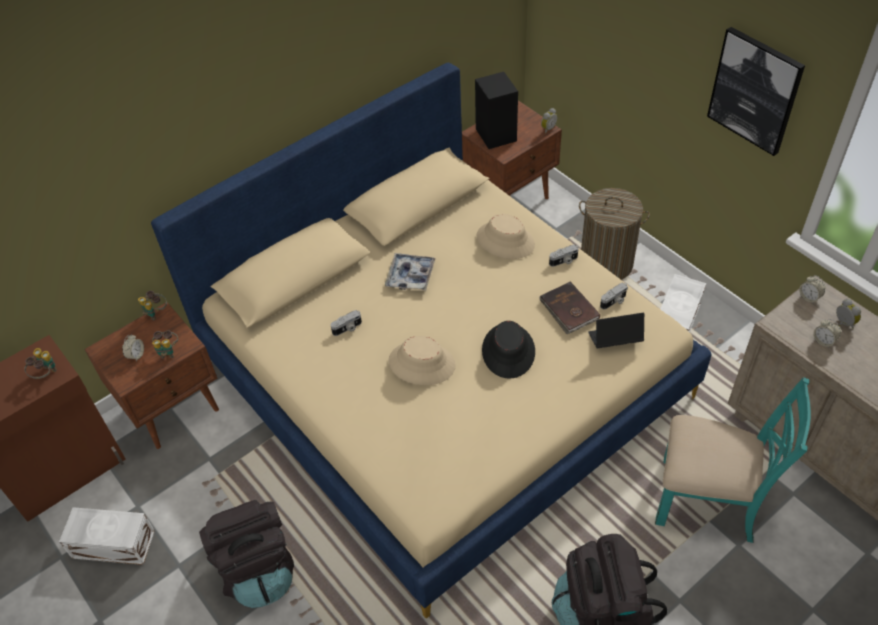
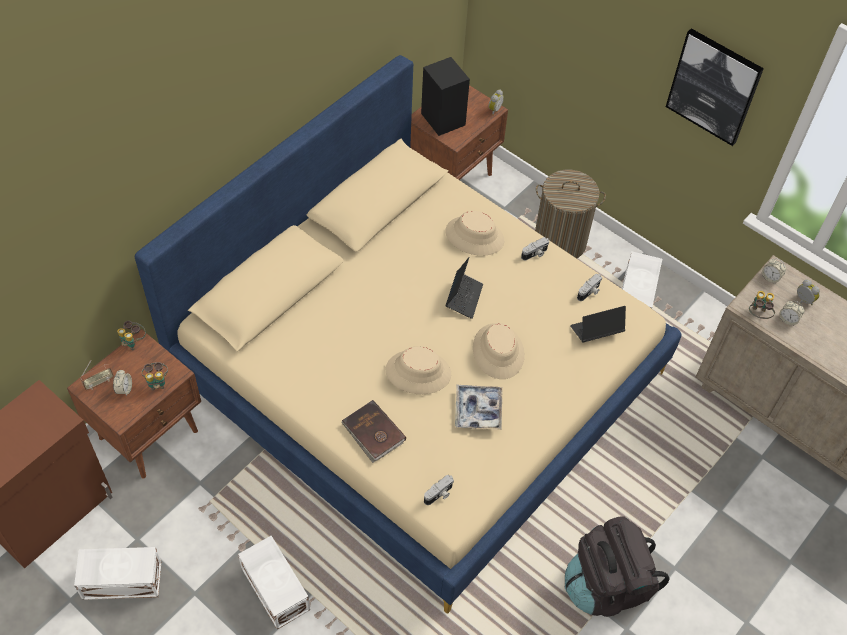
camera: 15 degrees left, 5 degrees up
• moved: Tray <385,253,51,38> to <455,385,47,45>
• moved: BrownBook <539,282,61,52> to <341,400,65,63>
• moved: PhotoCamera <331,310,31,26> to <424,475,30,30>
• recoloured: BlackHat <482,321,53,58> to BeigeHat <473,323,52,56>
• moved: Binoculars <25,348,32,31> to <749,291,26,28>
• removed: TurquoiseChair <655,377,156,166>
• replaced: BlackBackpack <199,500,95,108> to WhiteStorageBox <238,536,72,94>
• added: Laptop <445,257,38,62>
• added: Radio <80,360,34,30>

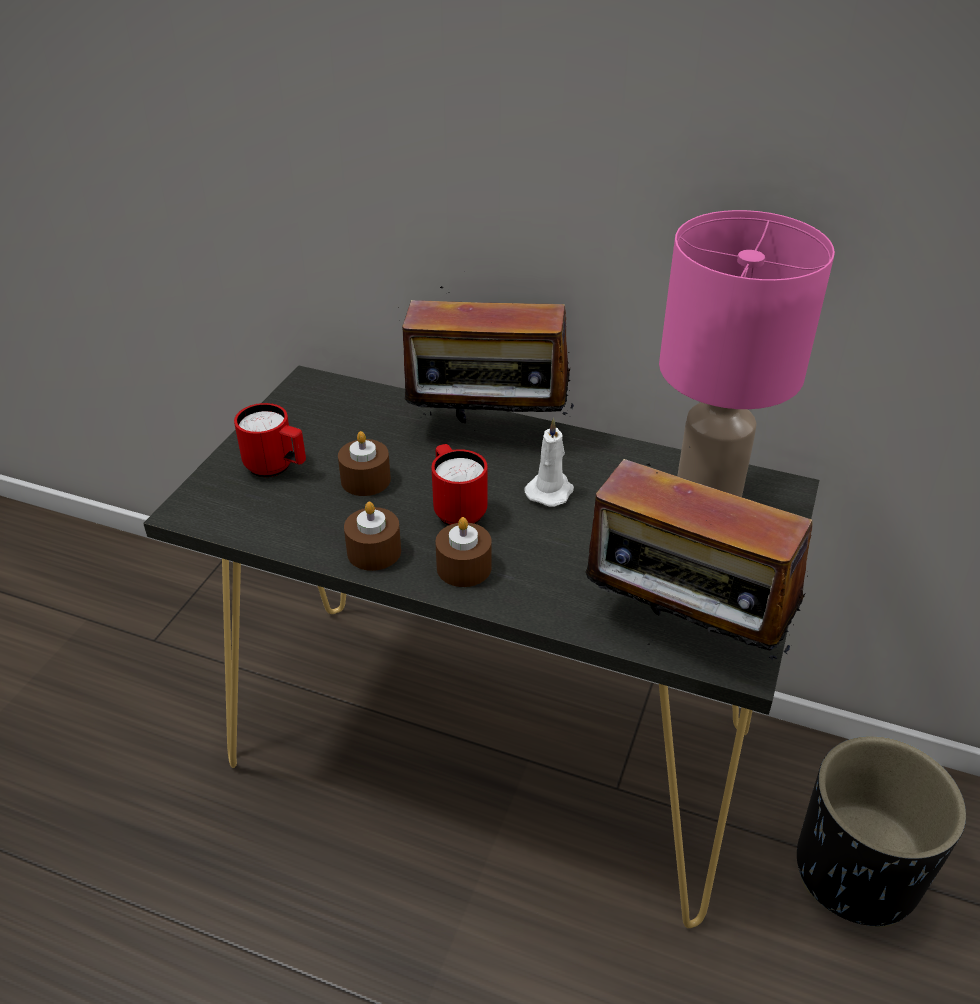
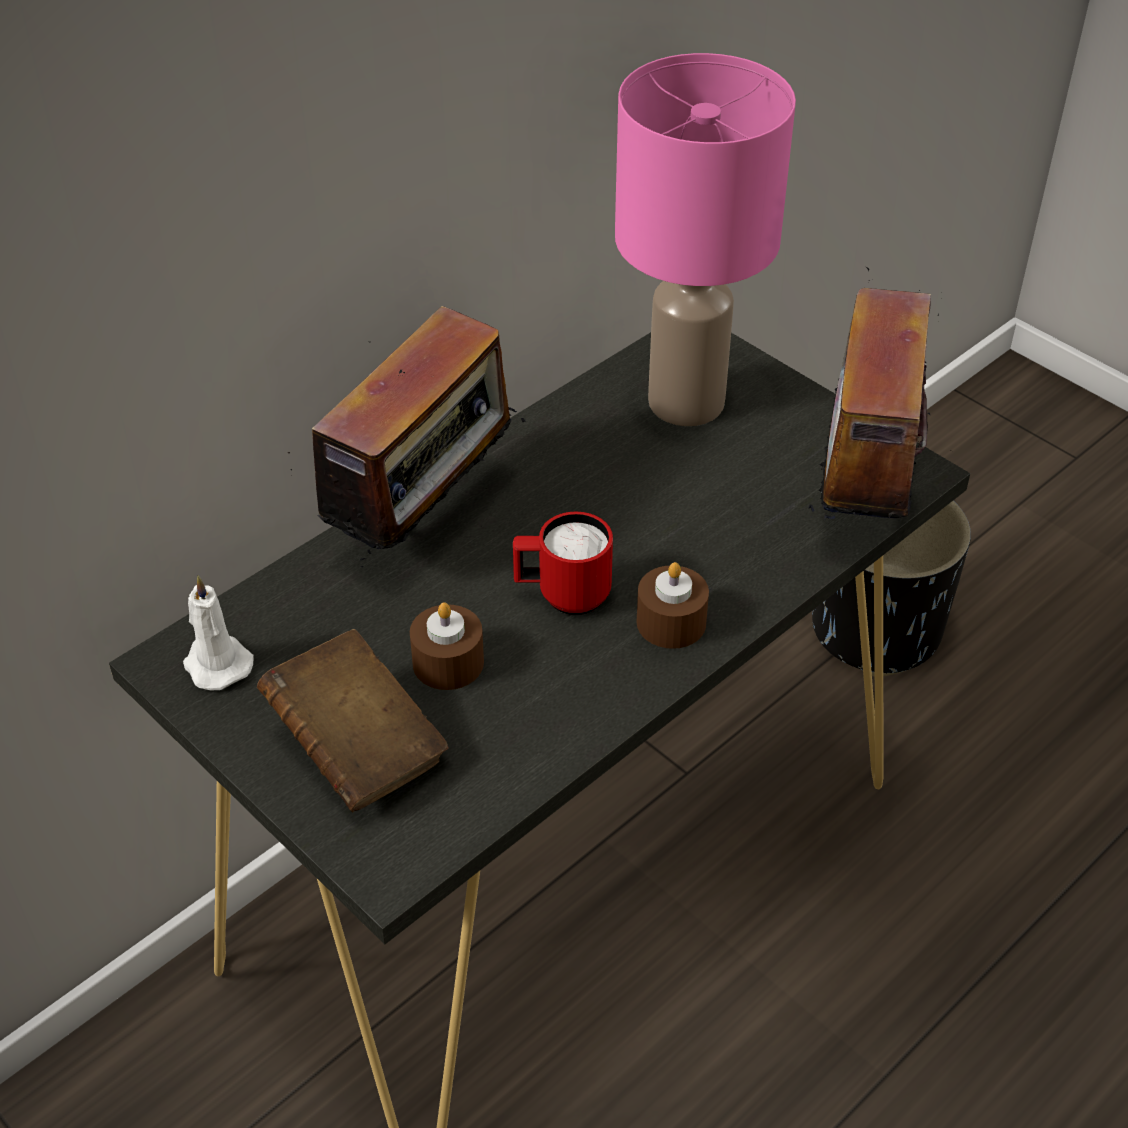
camera: 65 degrees left, 5 degrees up
• replaced: RedMug <234,403,72,74> to BrownBook <257,629,192,183>
• moved: WhiteCandle <524,418,50,89> to <183,575,71,116>
• turned: Radio <586,447,226,216> = <783,266,159,254> 135 degrees clockwise
• removed: BrownCandle <344,502,57,69>

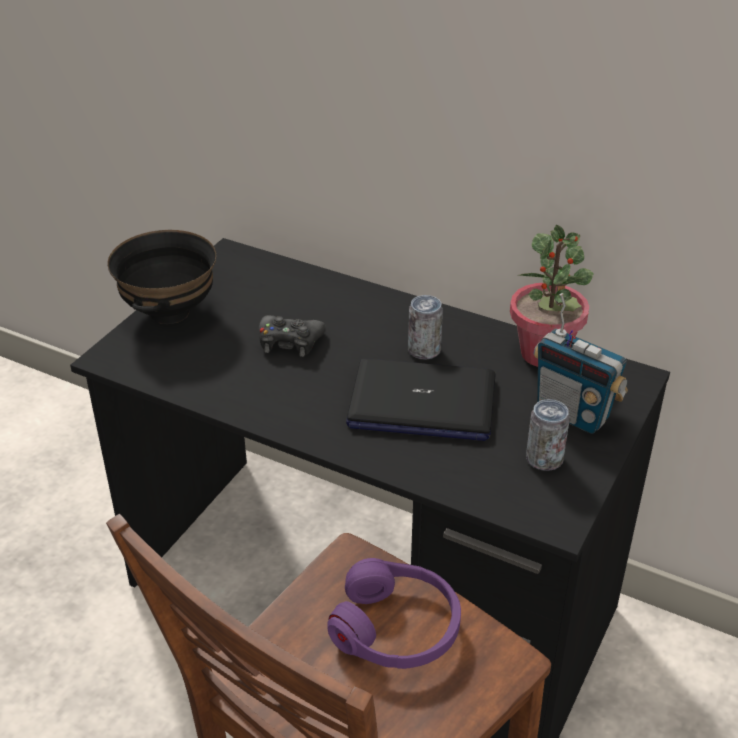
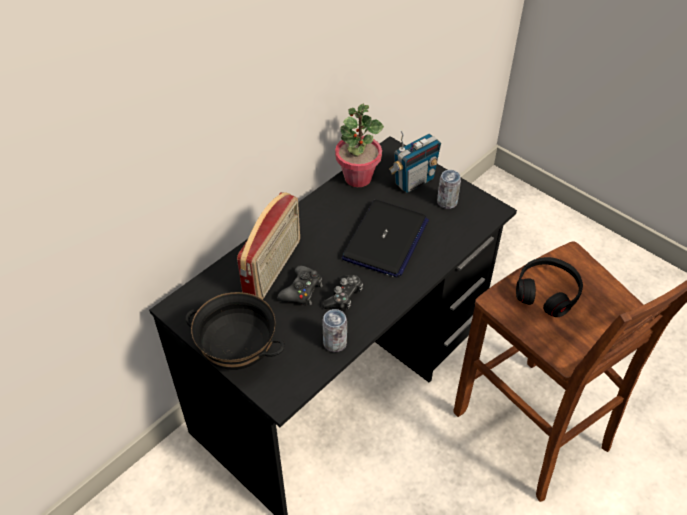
camera: 75 degrees left, 10 degrees up
• moved: Can <408,295,35,65> to <322,309,25,43>
• recoloured: PurpleHeadphones <327,558,134,111> to BlackHeadphones <516,257,67,60>
• added: Radio <237,192,63,107>
• added: GameController <322,275,41,35>

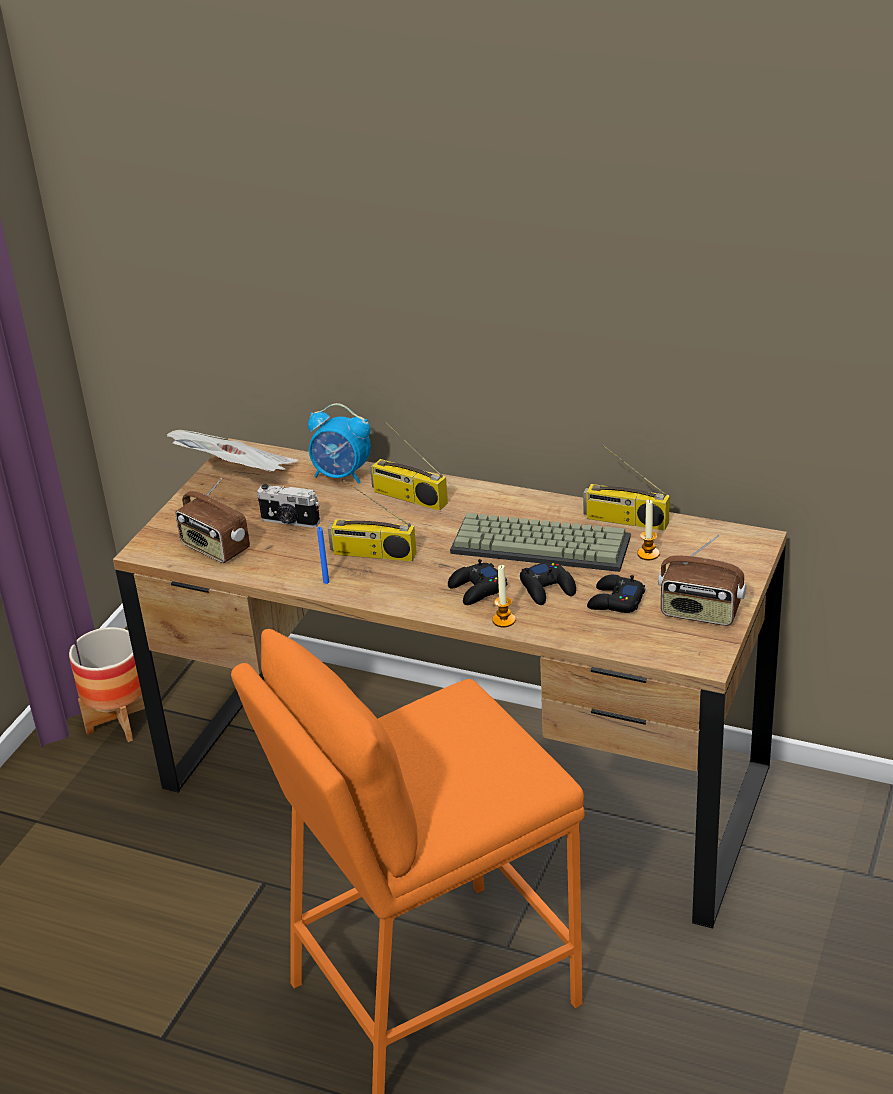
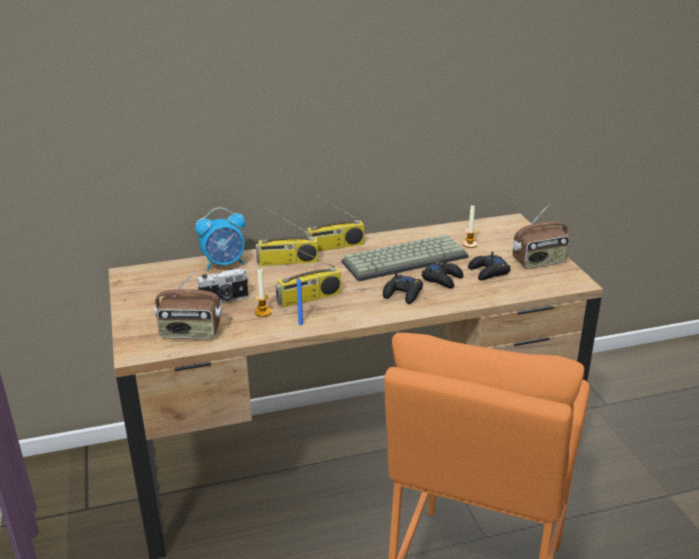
camera: 40 degrees left, 5 degrees down
• removed: Newspaper <167,430,131,42>
• moved: Radio <583,445,87,86> to <305,195,59,57>
• moved: Candle <492,565,23,63> to <255,268,17,49>
• removed: Planter <69,627,76,115>

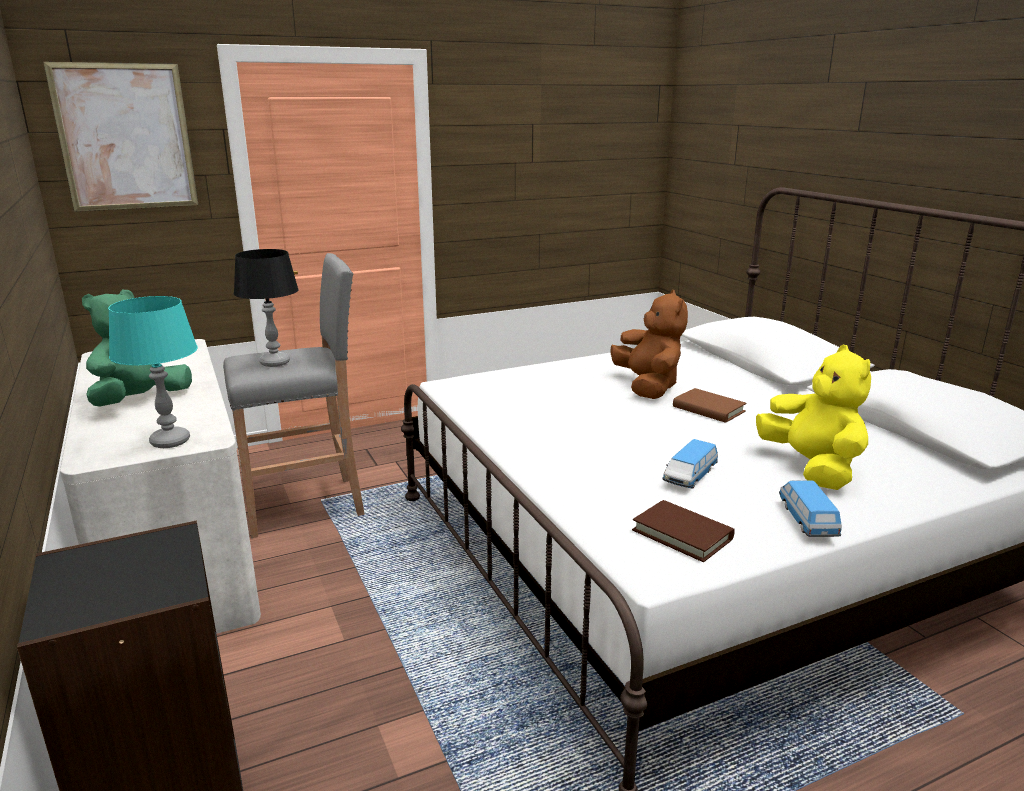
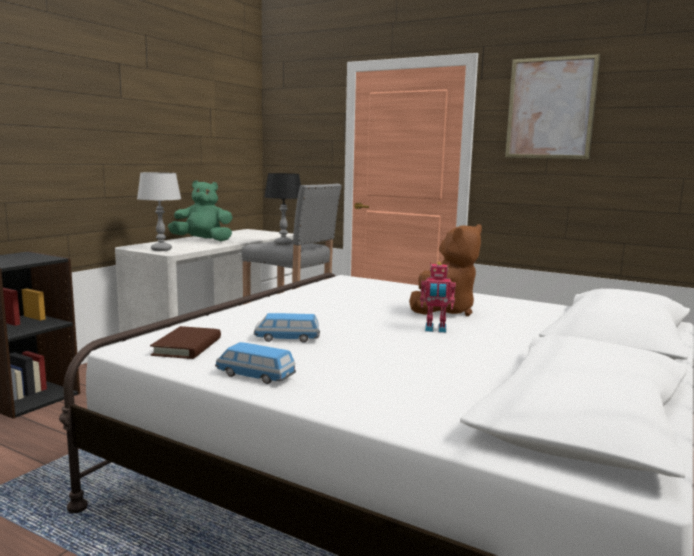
camera: 55 degrees right, 10 degrees down
• moved: Picture <43,62,155,150> to <505,54,95,105>
• recoloured: TurquoiseTableLamp <108,296,90,152> to GreyTableLamp <137,172,44,79>
• removed: YellowPlushToy <756,345,115,145>
• replaced: BrownBook <673,388,74,35> to ToyRobot <420,262,36,71>
• turned: ToyCar <779,480,63,57> = <215,342,81,42> 120 degrees counterclockwise

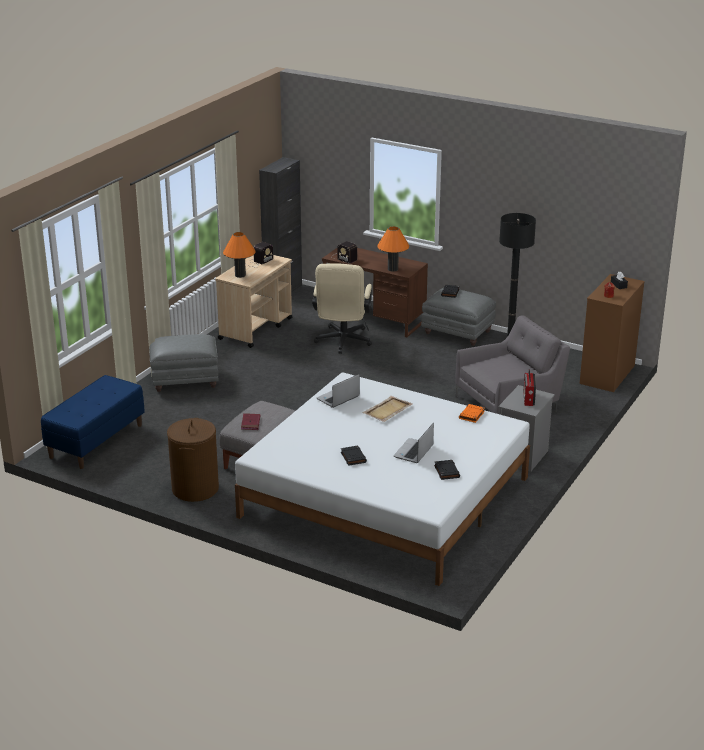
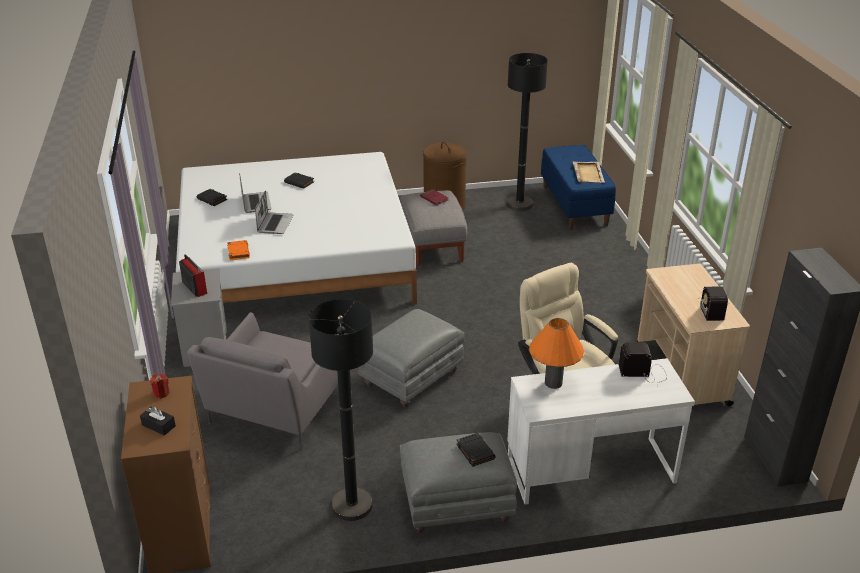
camera: 140 degrees right, 5 degrees up
• removed: OrangeTableLamp <223,232,33,46>
• recoloured: BrownDesk <322,248,106,89> to WhiteDesk <507,358,188,147>
• moved: GreyOttoman <149,334,69,58> to <358,309,107,98>
• moved: Laptop <317,374,43,34> to <255,190,38,44>
• moved: BeigeTray <362,396,51,26> to <573,162,32,21>
• added: BlackFloorLamp <507,53,41,158>

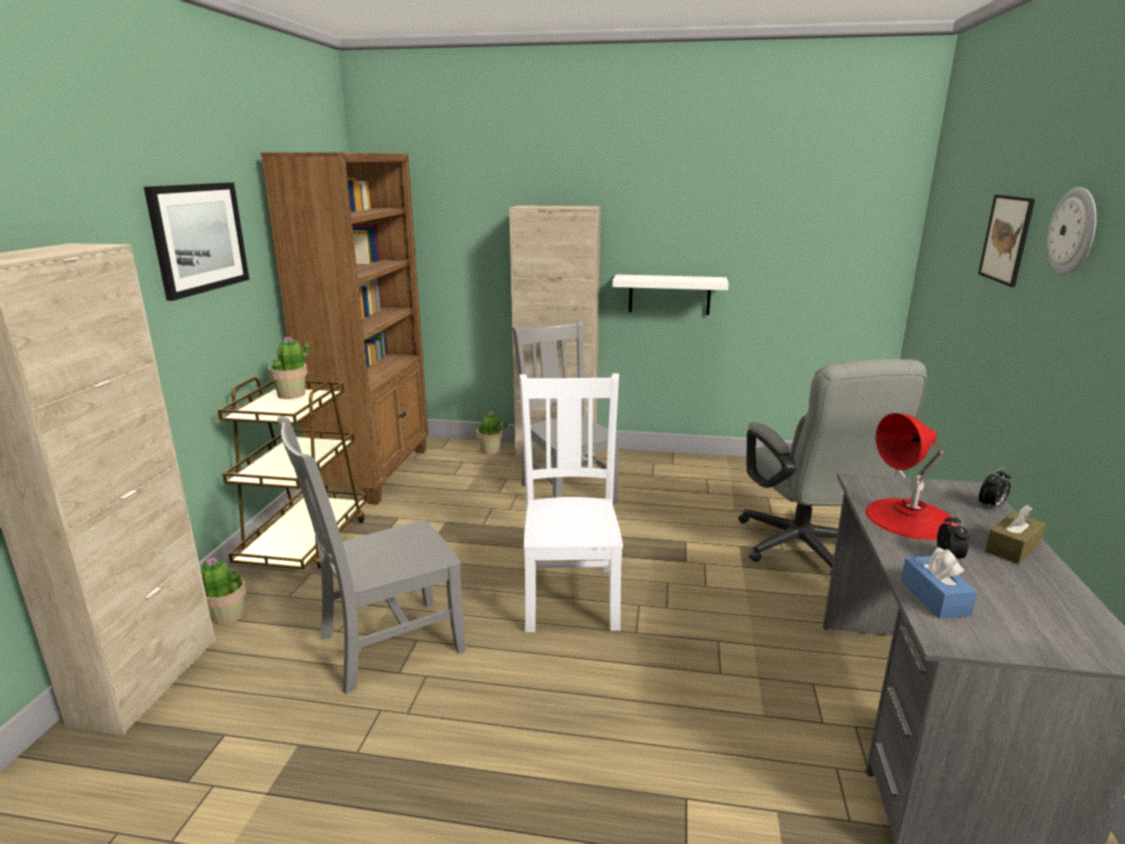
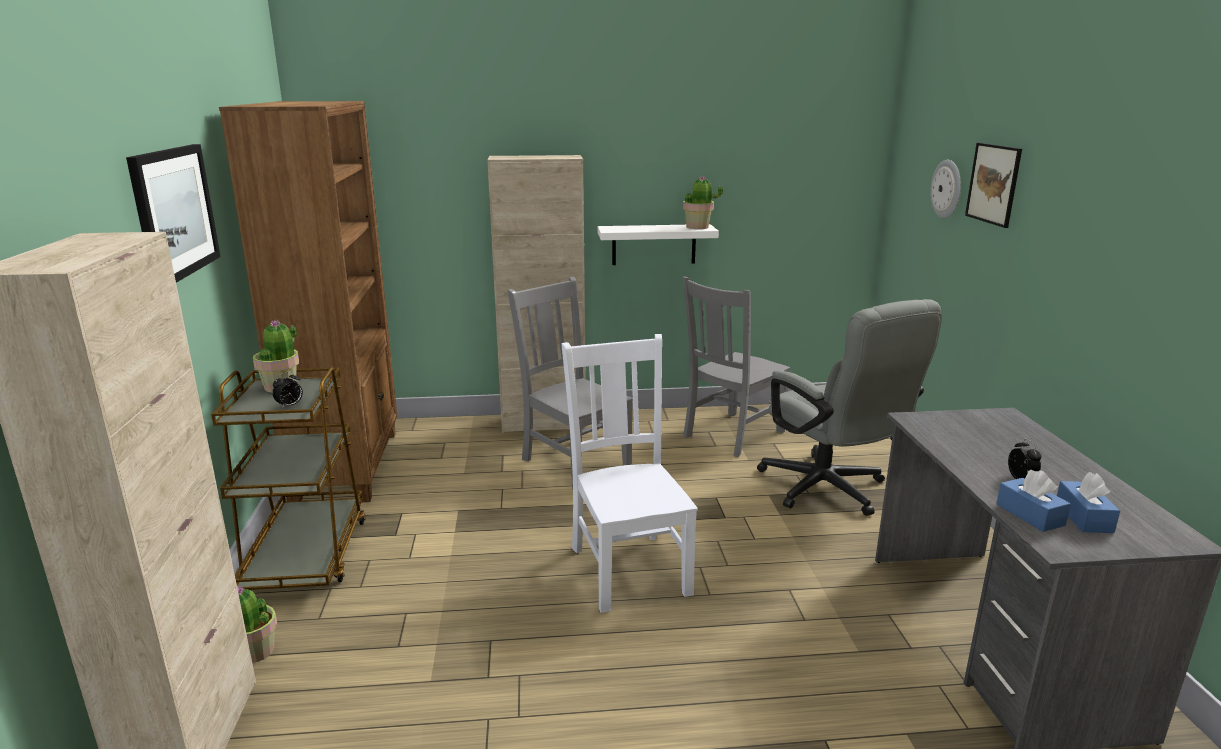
camera: 15 degrees left, 0 degrees up
• moved: WallClock <1047,187,50,87> to <930,160,31,58>
• moved: PottedPlant <476,411,32,43> to <683,176,40,53>
• removed: RedTableLamp <865,413,94,127>
• moved: GreyChair <278,416,188,278> to <682,276,108,181>
• moved: AlarmClock <979,467,32,42> to <272,371,31,38>
• removed: BrownTissueBox <985,505,61,59>
• added: BlueTissueBox <1057,472,63,61>

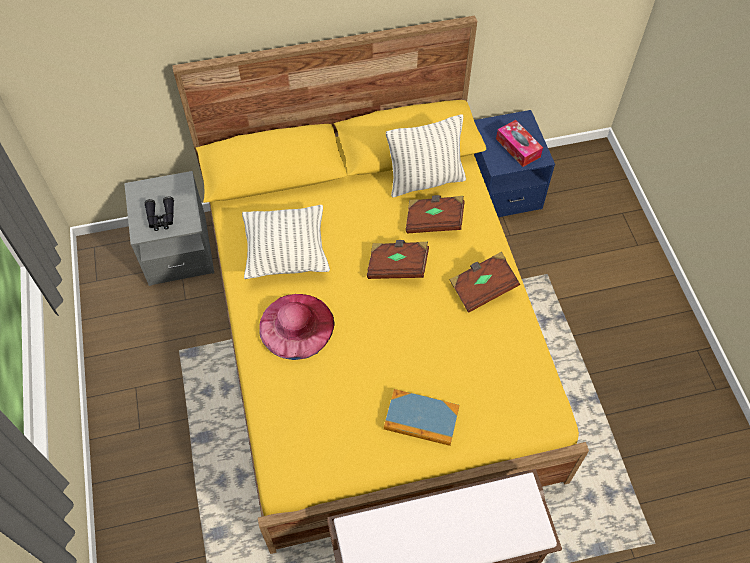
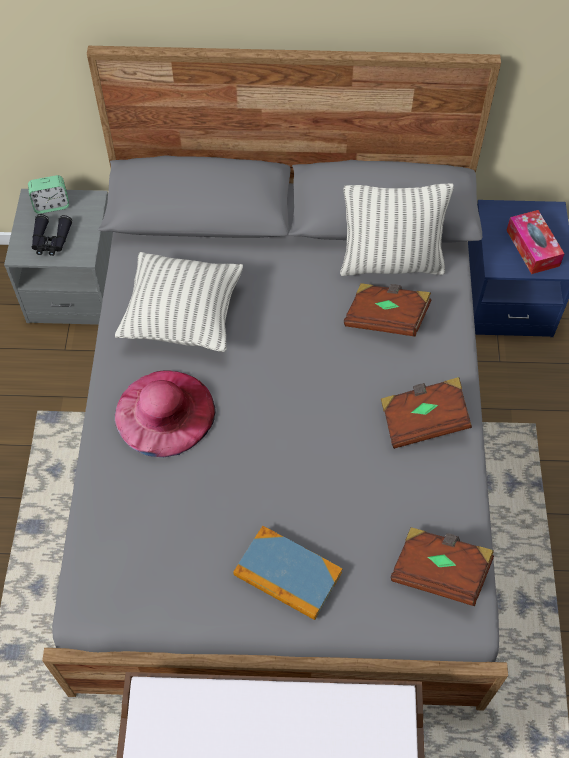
camera: 15 degrees right, 0 degrees up
• recoloured: YellowBed <172,16,417,538> to GreyBed <42,46,466,665>
• moved: BrownBook <367,240,62,39> to <391,527,103,79>
• added: AlarmClock <28,175,41,39>

